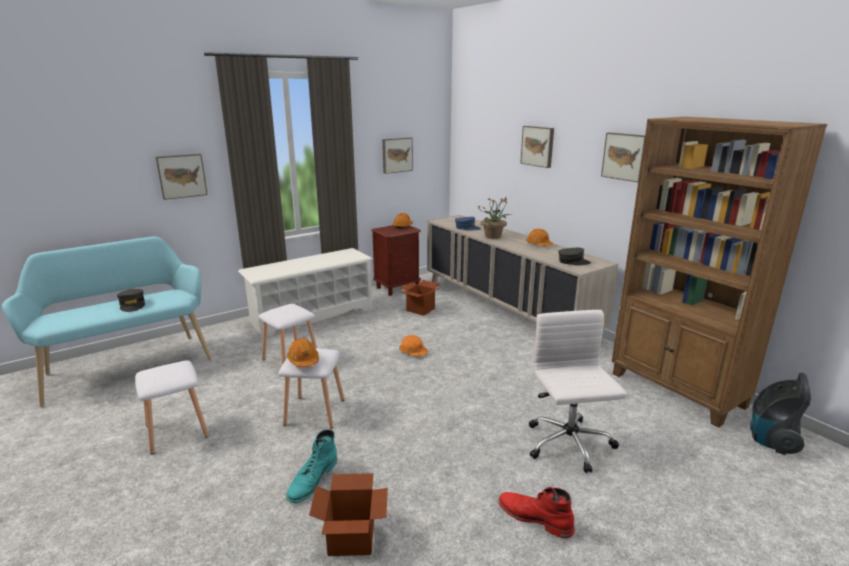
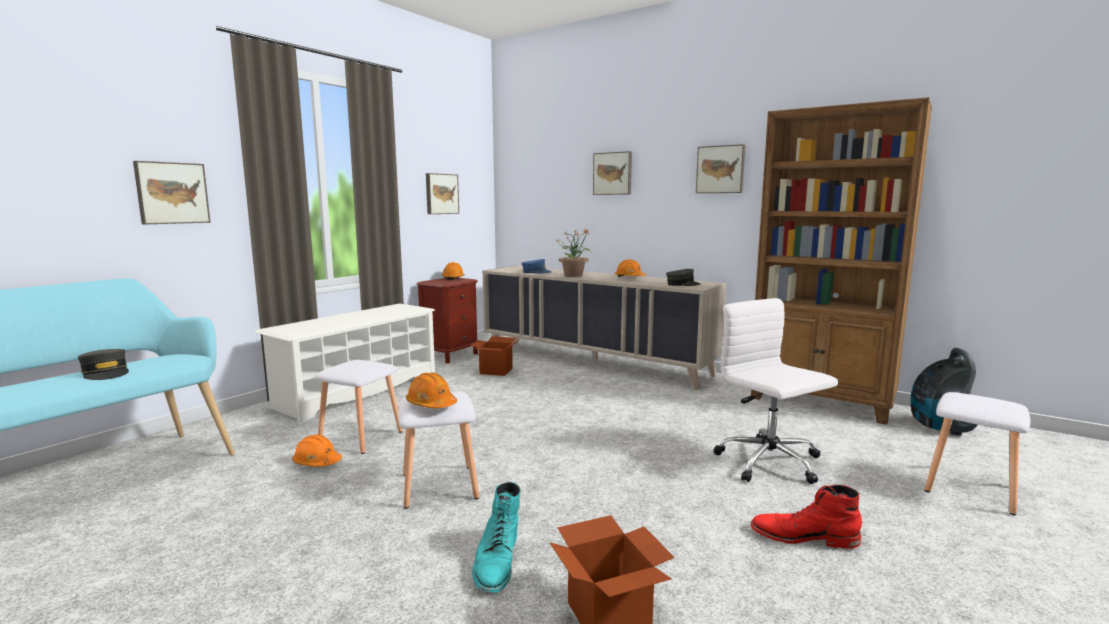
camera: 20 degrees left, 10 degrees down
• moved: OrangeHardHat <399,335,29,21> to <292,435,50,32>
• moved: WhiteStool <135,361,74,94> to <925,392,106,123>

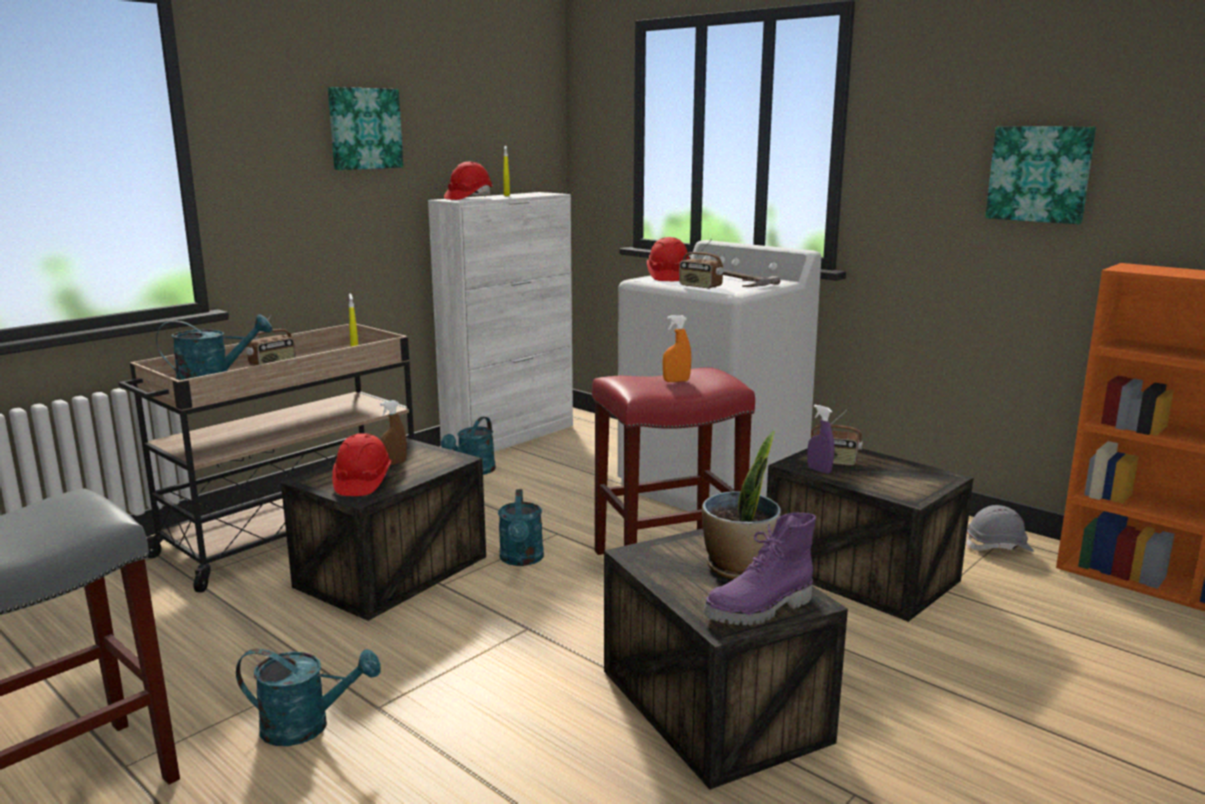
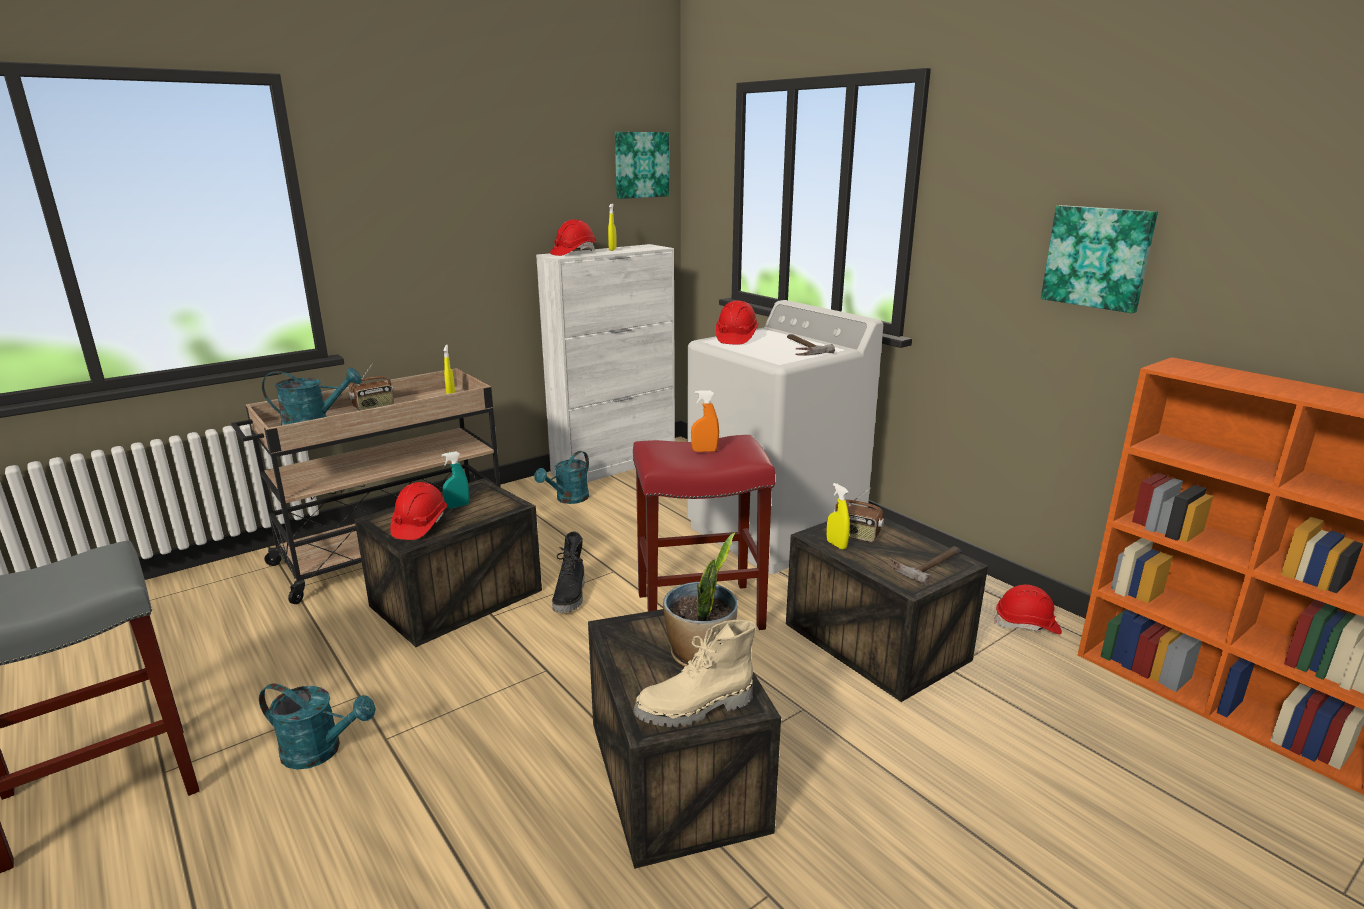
camera: 10 degrees right, 5 degrees up
• moved: Picture <328,87,75,83> to <615,132,54,67>
• removed: Radio <679,239,44,50>
• recoloured: BrownSprayBottle <380,400,27,66> to TurquoiseSprayBottle <442,451,27,58>
• recoloured: PurpleSprayBottle <807,405,27,69> to YellowSprayBottle <827,483,23,66>
• replaced: TurquoiseWateringCan <498,489,46,77> to BlackBoot <552,531,33,82>
• recoloured: GreyHardHat <966,505,68,47> to RedHardHat <994,585,68,49>
• recoloured: PurpleBoot <703,513,113,112> to BeigeBoot <633,620,123,107>
• added: Hammer <888,547,73,39>

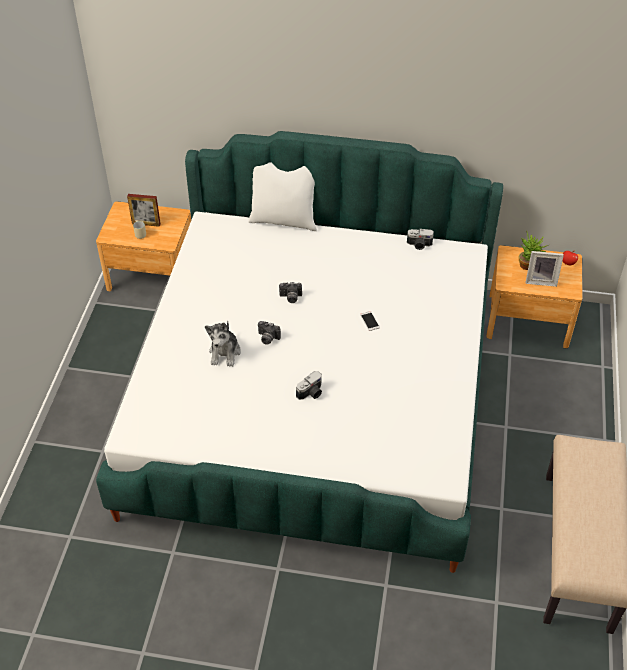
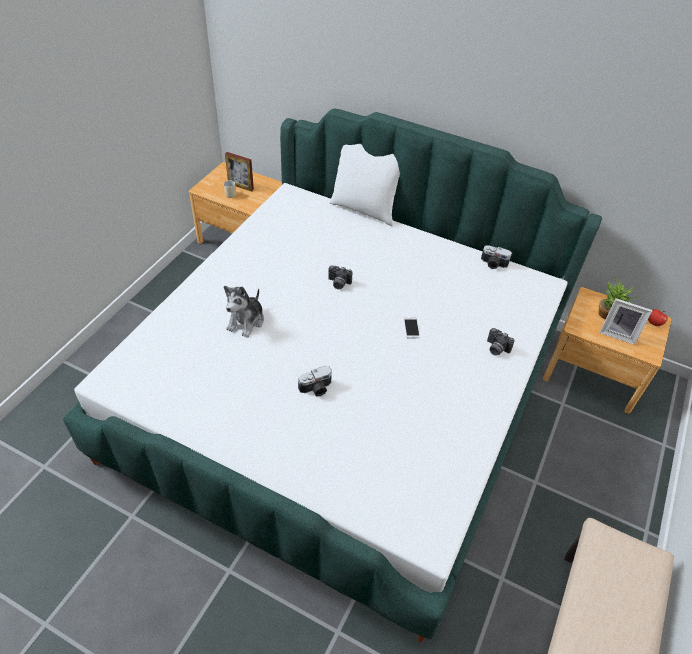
camera: 15 degrees right, 0 degrees up
• moved: PhotoCamera <258,321,23,24> to <487,328,27,28>

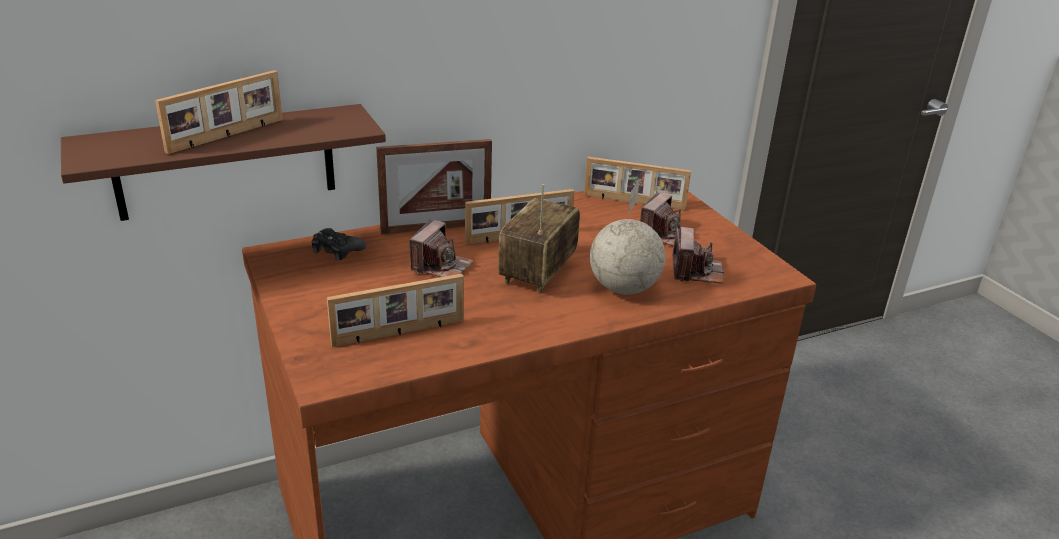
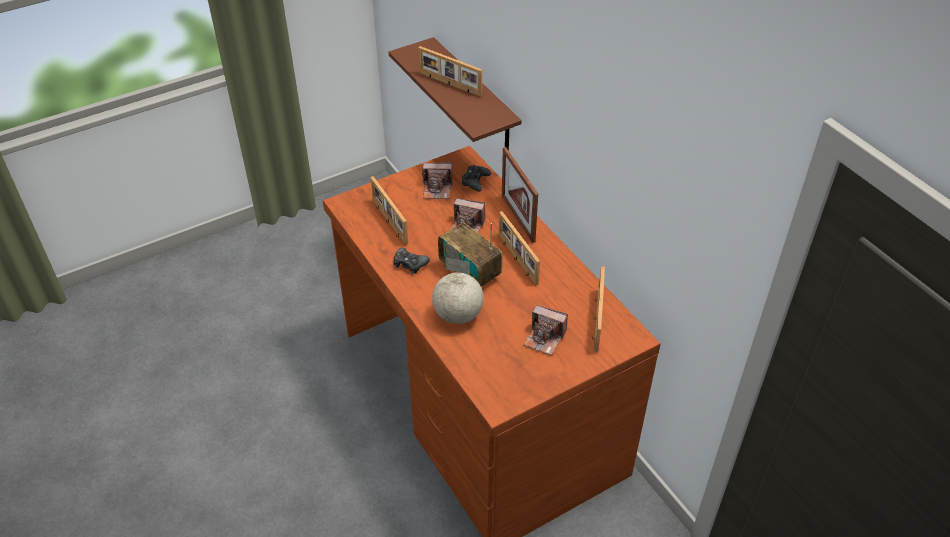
camera: 85 degrees right, 15 degrees up
• turned: Radio <498,184,82,110> = <438,223,65,63> 150 degrees counterclockwise
• moved: PhotoCamera <672,227,52,57> to <422,162,31,37>
• added: BlackGameController <393,247,37,28>

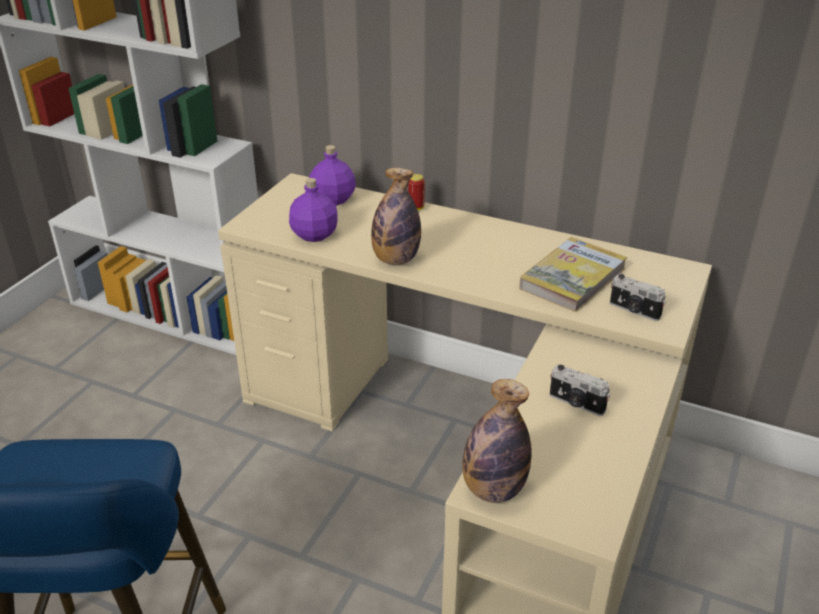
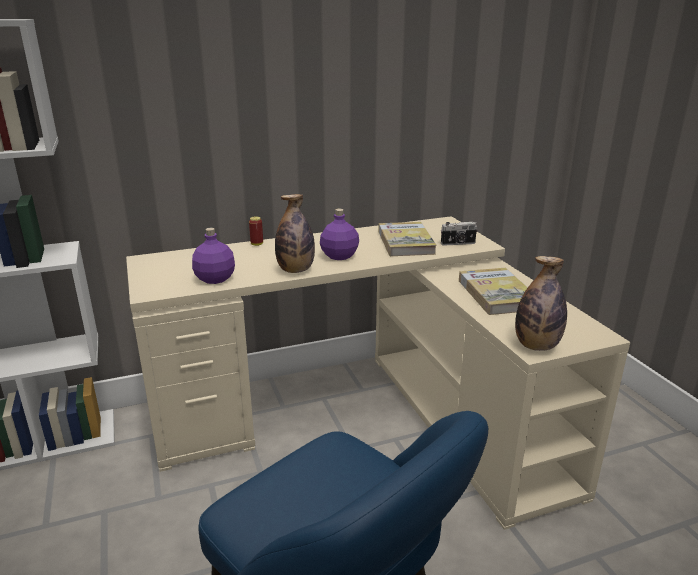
camera: 45 degrees left, 10 degrees down
• moved: PurpleBottle <309,145,47,61> to <320,209,39,51>
• replaced: PhotoCamera <550,365,60,51> to Book <459,268,69,47>

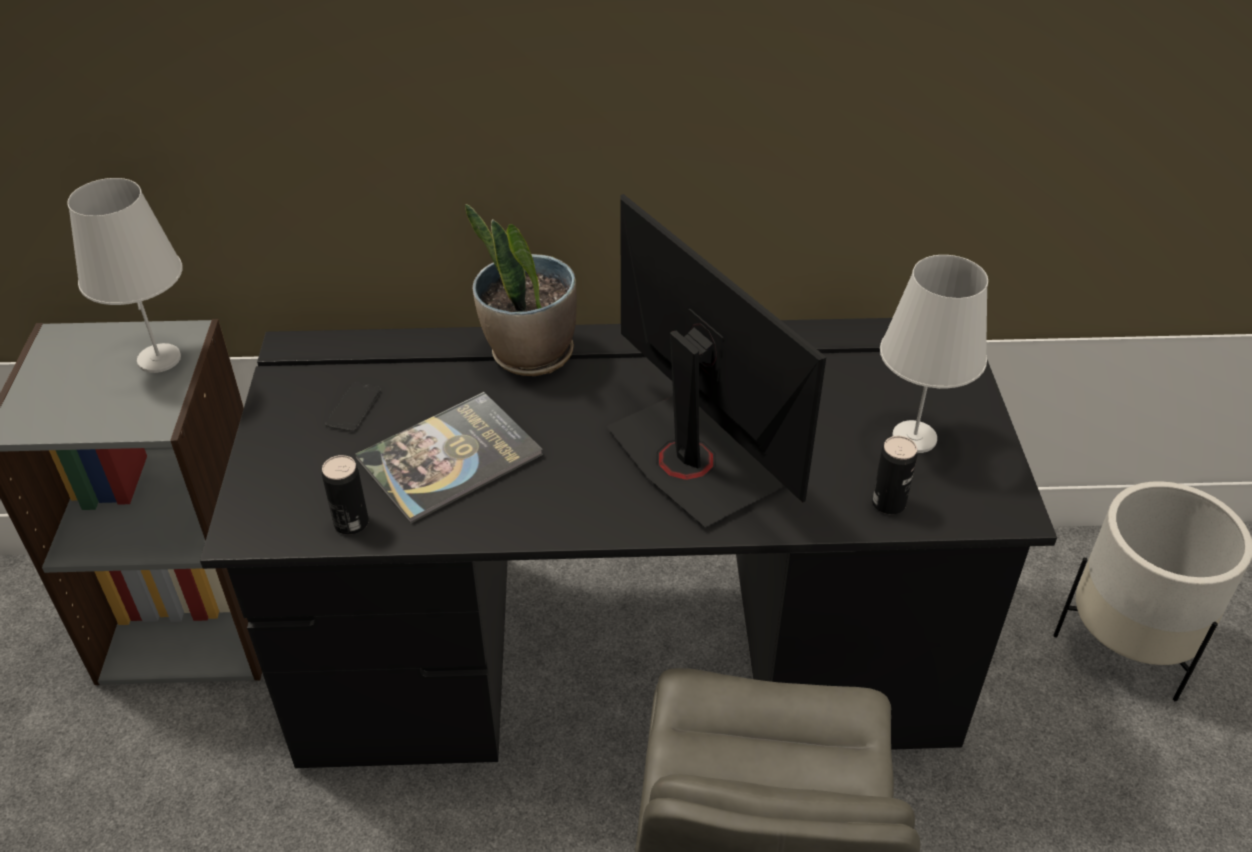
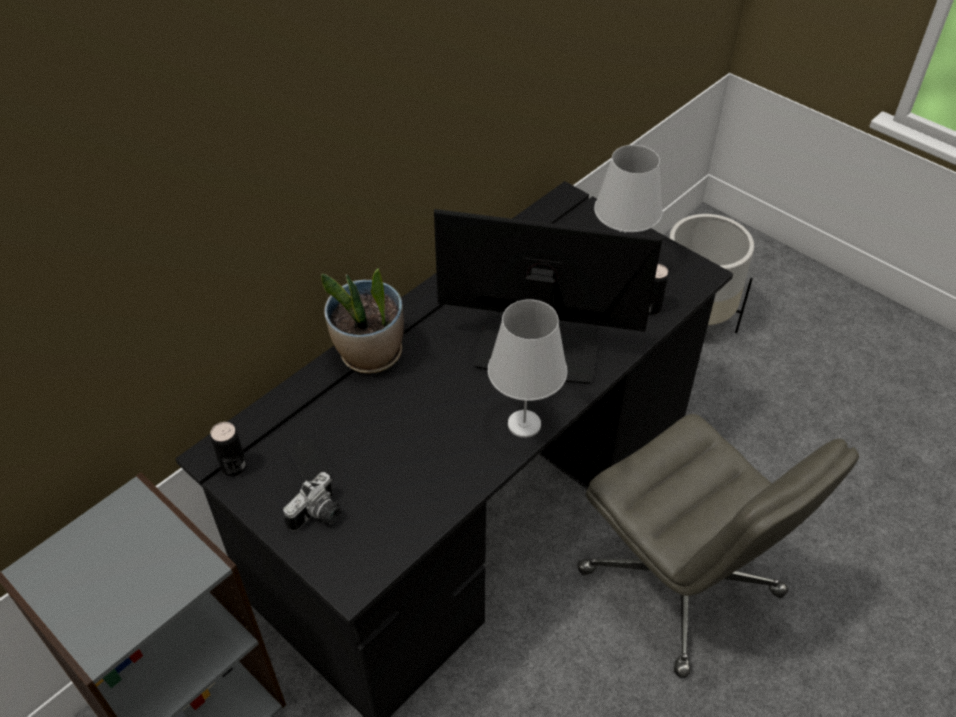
camera: 45 degrees left, 5 degrees up
• moved: WhiteTableLamp <67,178,116,195> to <488,299,79,139>
• removed: Book <355,392,188,132>
• moved: Can <322,455,47,80> to <211,422,36,55>
• added: PhotoCamera <283,472,58,59>

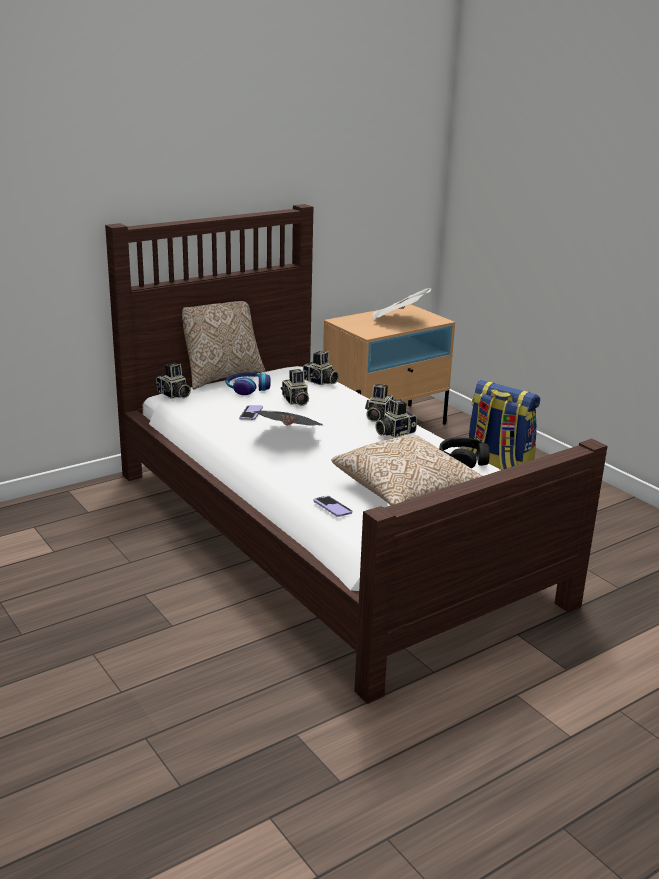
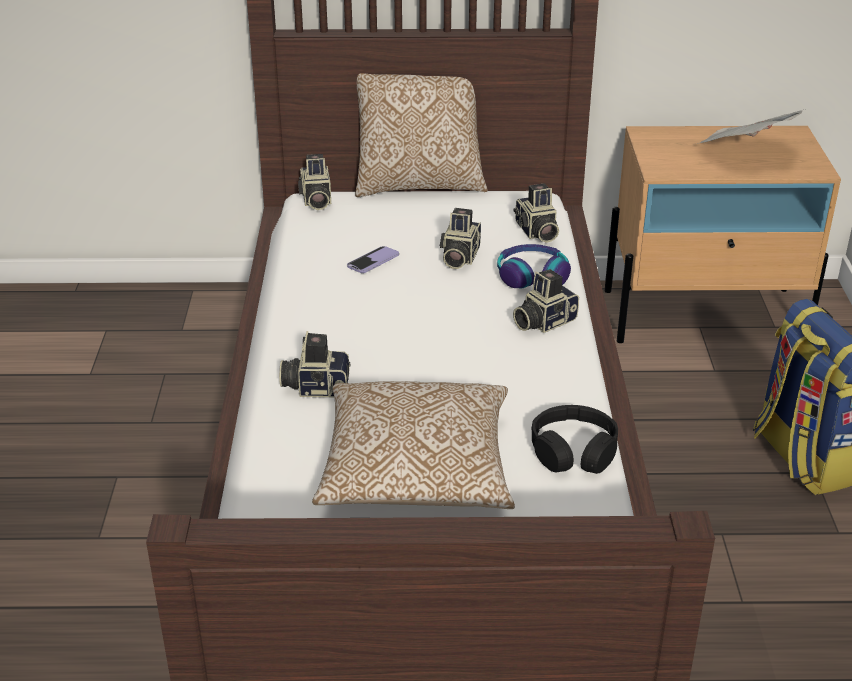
camera: 35 degrees right, 10 degrees up
• moved: Headphones <225,373,46,22> to <497,244,74,44>
• moved: PhotoCamera <375,399,42,39> to <279,331,71,67>
• removed: Newspaper <253,411,70,15>
• removed: Phone <314,496,38,21>

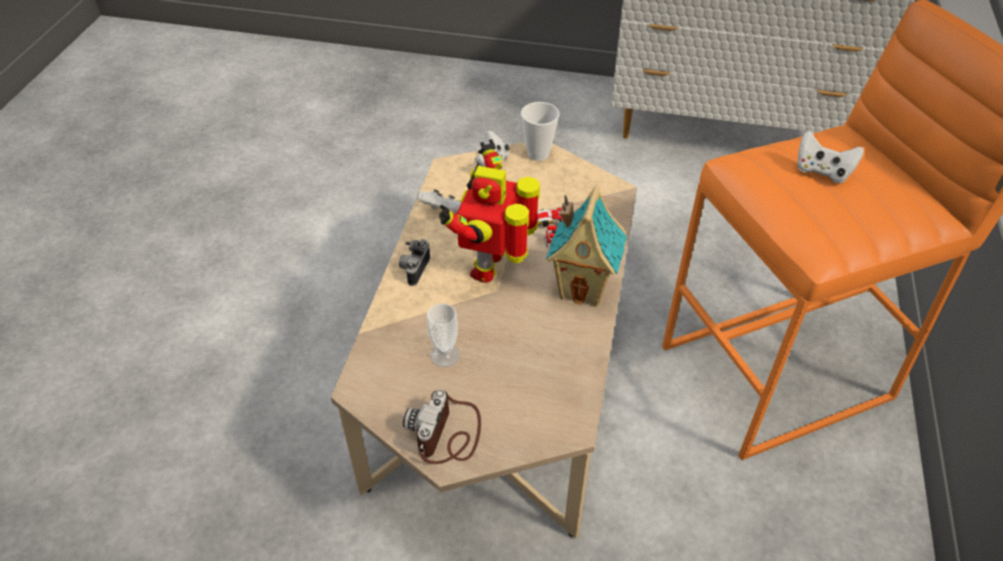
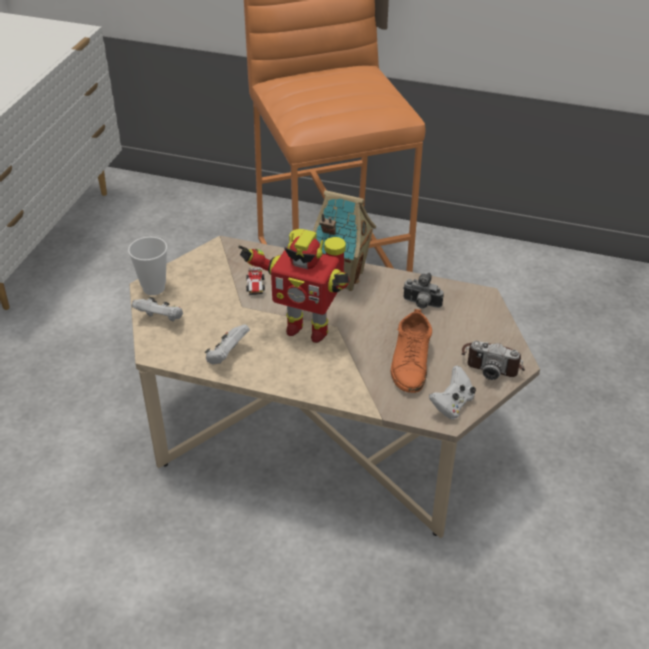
camera: 85 degrees left, 5 degrees down
• moved: WhiteGameController <797,130,67,53> to <429,365,47,54>
• moved: PhotoCamera <399,239,31,47> to <403,273,40,36>
• replaced: Cup <427,303,33,64> to OrangeShoe <391,309,41,84>

